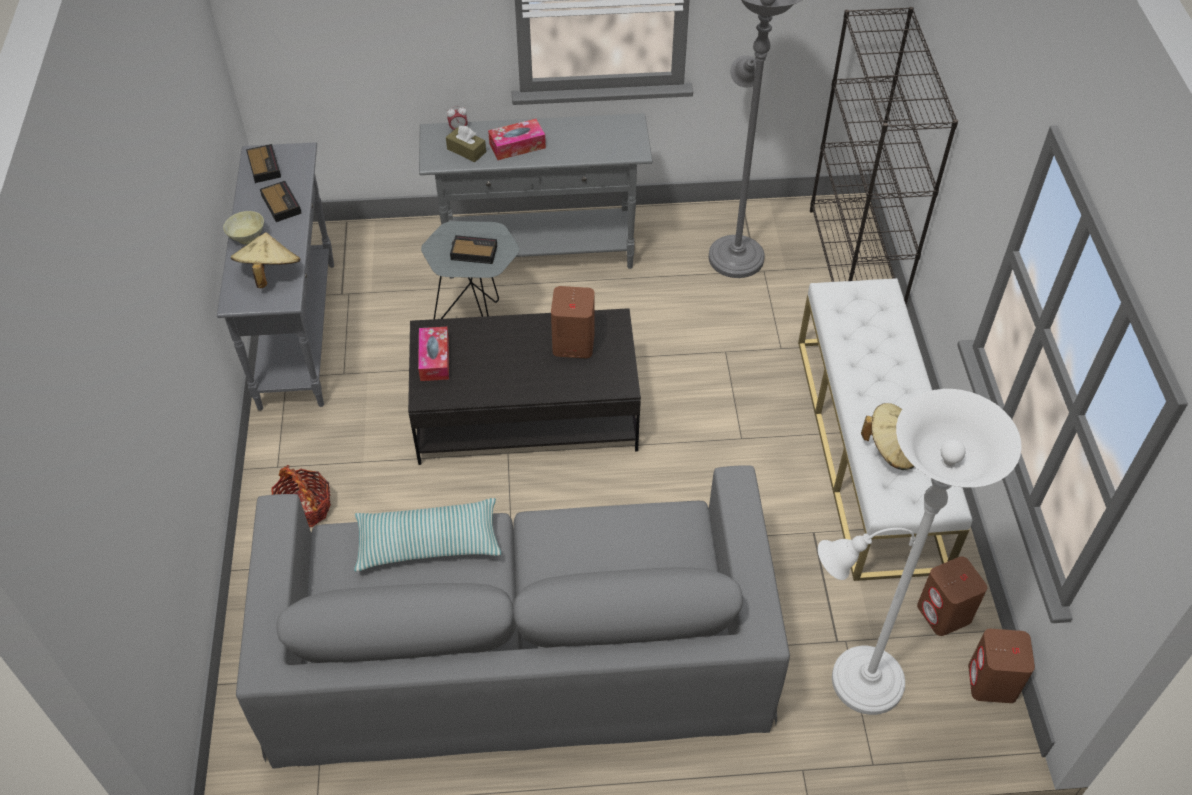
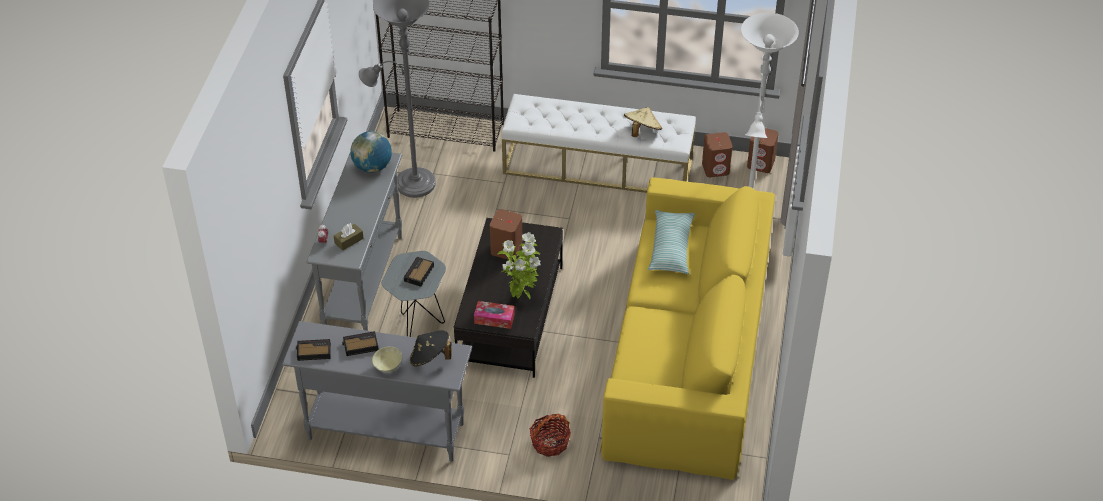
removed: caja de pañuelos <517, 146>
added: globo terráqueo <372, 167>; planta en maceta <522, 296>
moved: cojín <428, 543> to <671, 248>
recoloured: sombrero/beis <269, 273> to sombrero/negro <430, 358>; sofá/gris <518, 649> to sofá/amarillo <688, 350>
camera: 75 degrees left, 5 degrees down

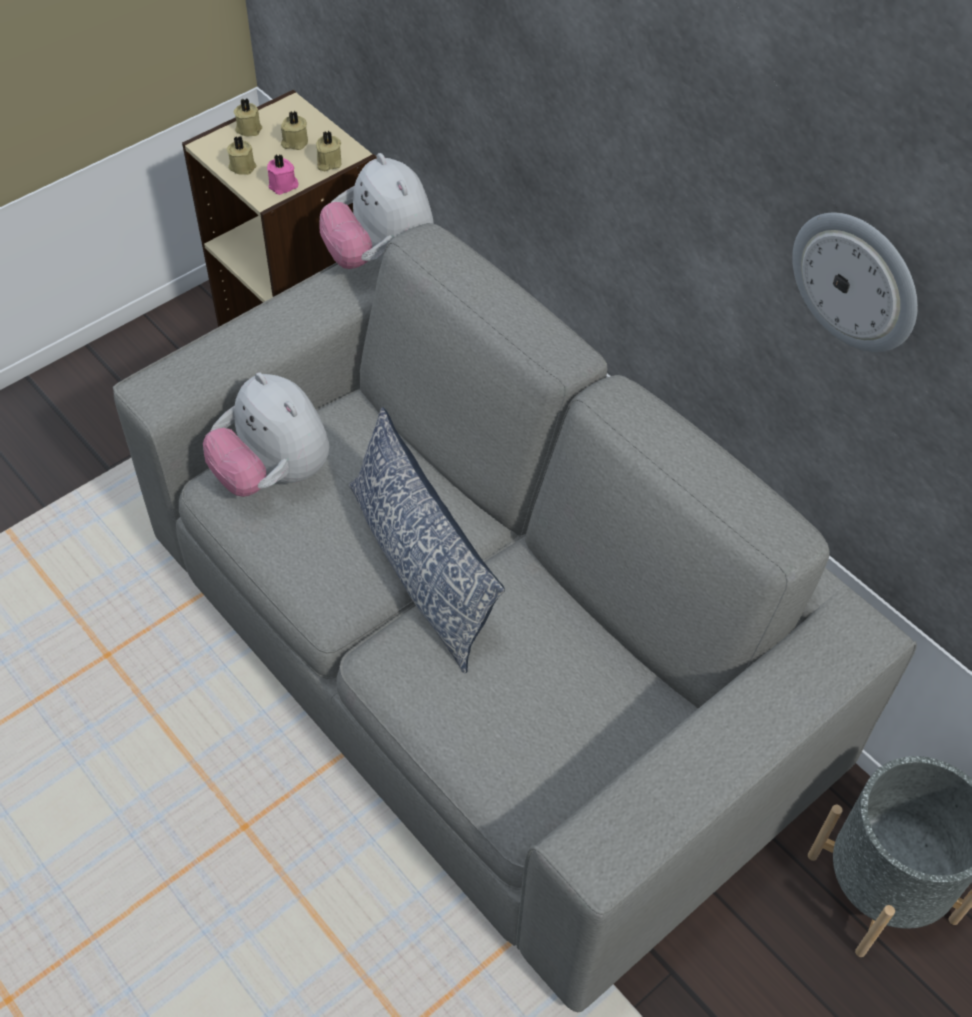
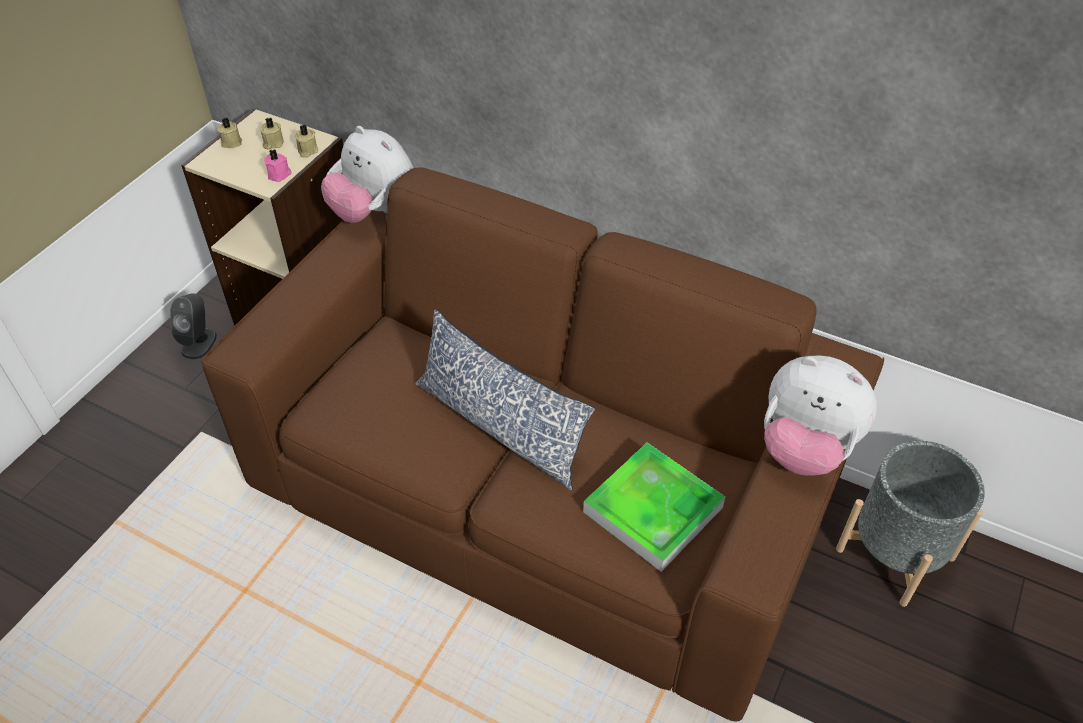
removed: vela/beis <242, 166>; reloj de pared <856, 281>
added: altavoz/gris <199, 343>; bandeja <653, 510>
moved: peluche <273, 474> to <805, 448>
recoloured: sofá/gris <484, 653> to sofá/marrón <543, 489>
camera: 20 degrees left, 5 degrees down

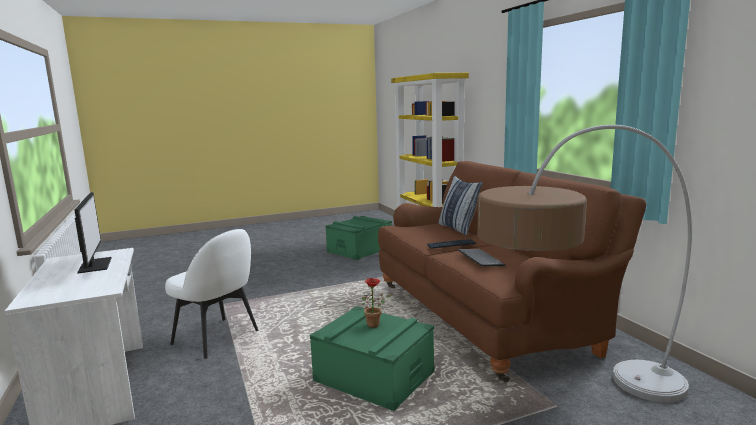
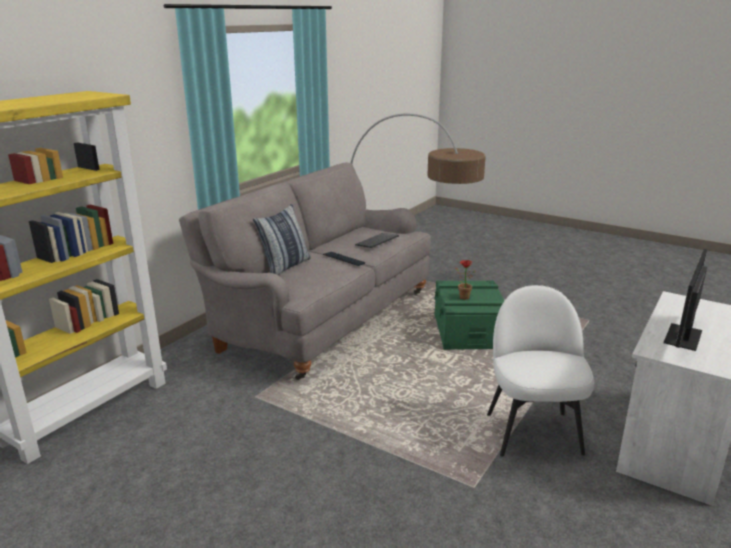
removed: caja de almacenaje/verde <359, 249>
recoloured: sofá/marrón <486, 315> to sofá/gris <321, 318>
camera: 125 degrees left, 10 degrees up

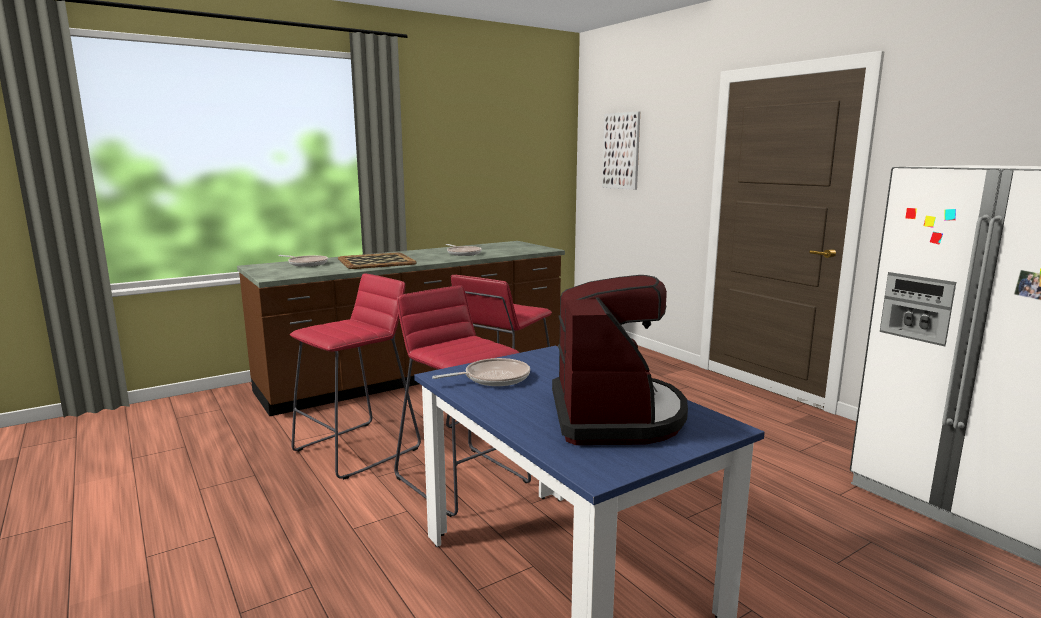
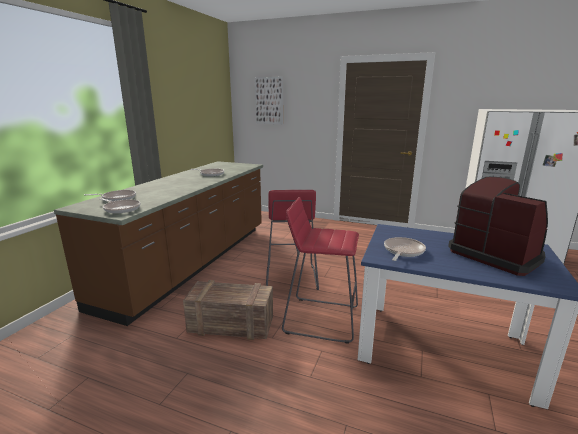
removed: bandeja <377, 261>
added: sartén <121, 208>
replaced: taburete/rojo <358, 449> to caja de embalaje <232, 325>
camera: 35 degrees left, 5 degrees up

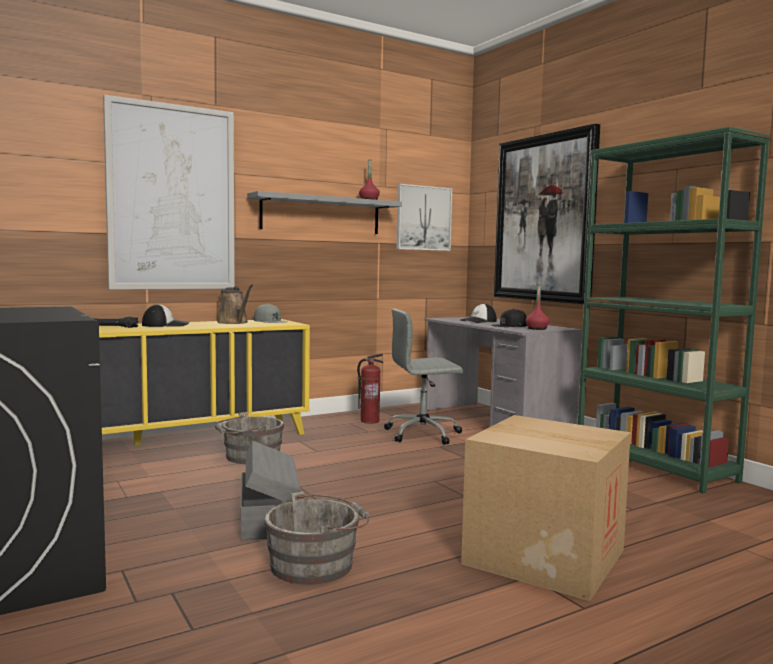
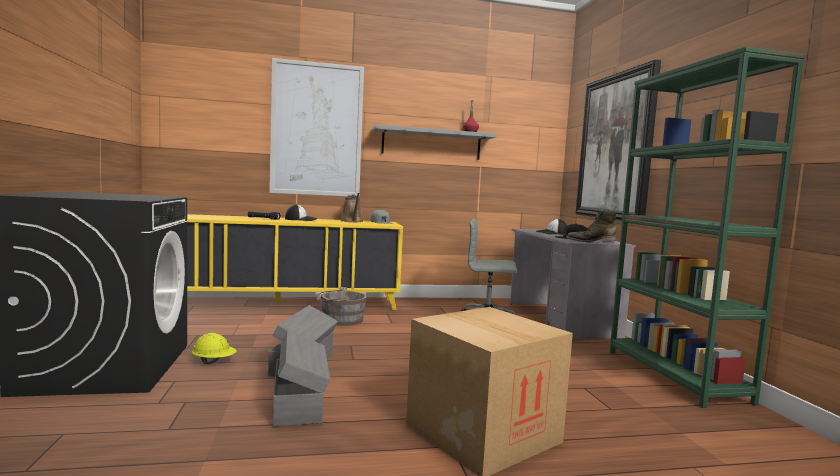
removed: extintor <370, 421>; cuadro <423, 218>
added: casco/amarillo <214, 362>
replaced: cubo/gris <316, 564> to caja de almacenaje/gris <299, 402>; botella/rojo <537, 328> to bota/verde <590, 241>
camera: 20 degrees right, 0 degrees up

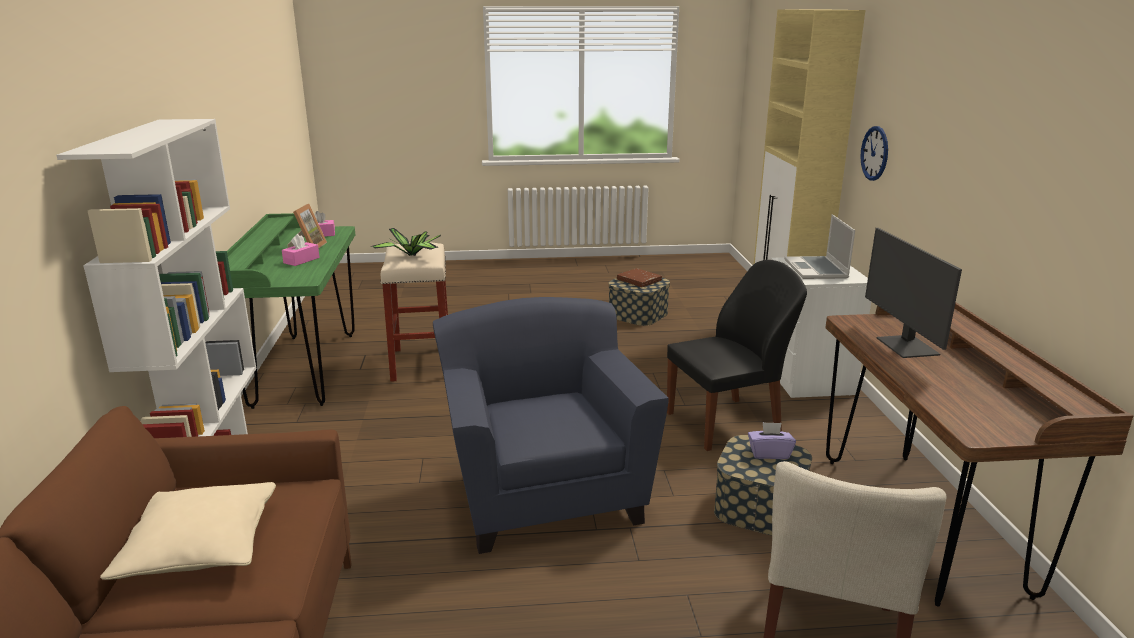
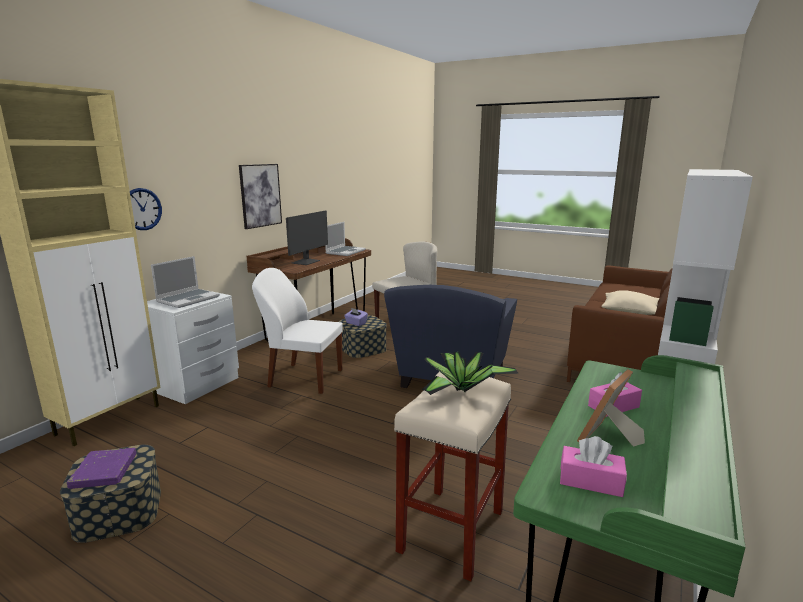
added: cuadro <260, 195>; portátil <345, 252>
recoloured: libro/marrón <639, 280> to libro/morado <104, 471>; silla/negro <725, 424> to silla/blanco <304, 378>
camera: 145 degrees left, 5 degrees down

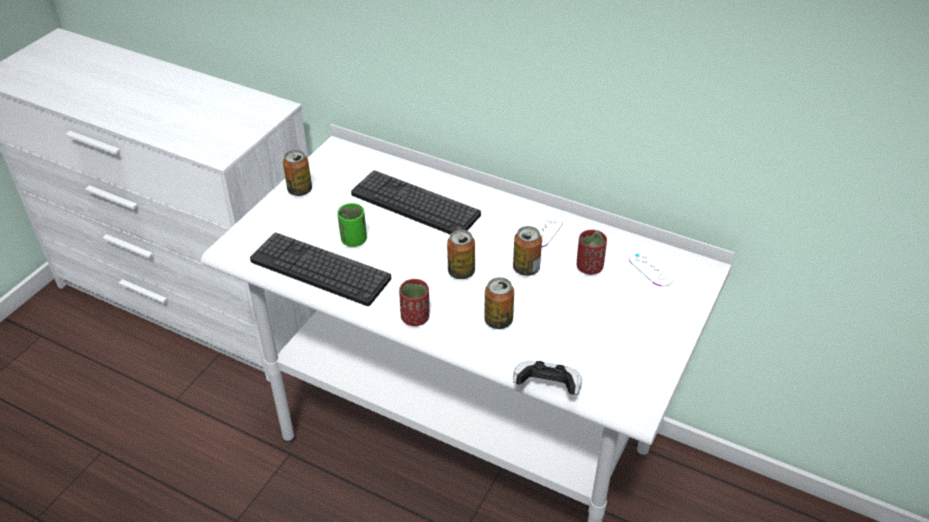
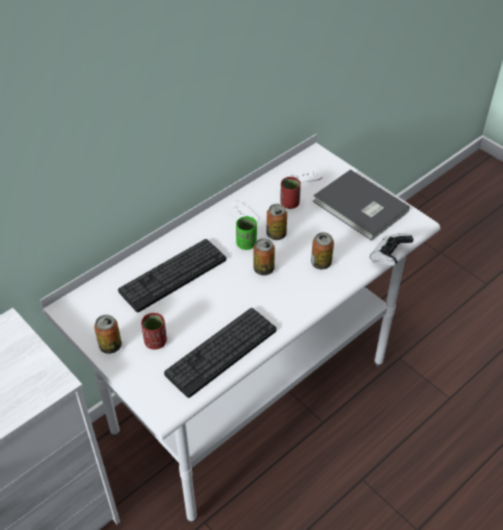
added: libro/gris <359, 208>
moved: taza/rojo <415, 318> to <155, 341>; taza/verde <353, 240> to <246, 244>
camera: 70 degrees left, 5 degrees up

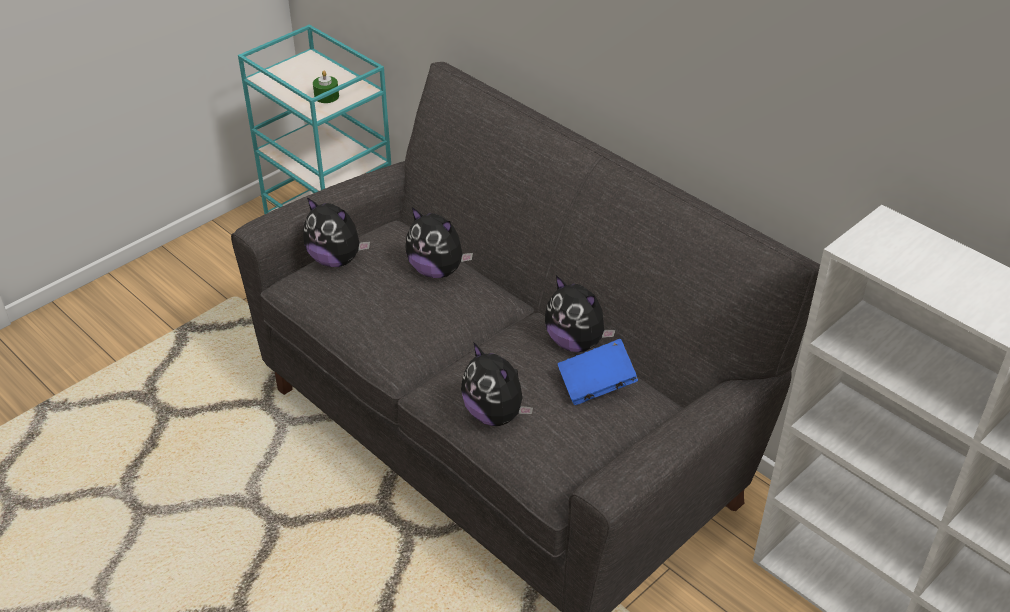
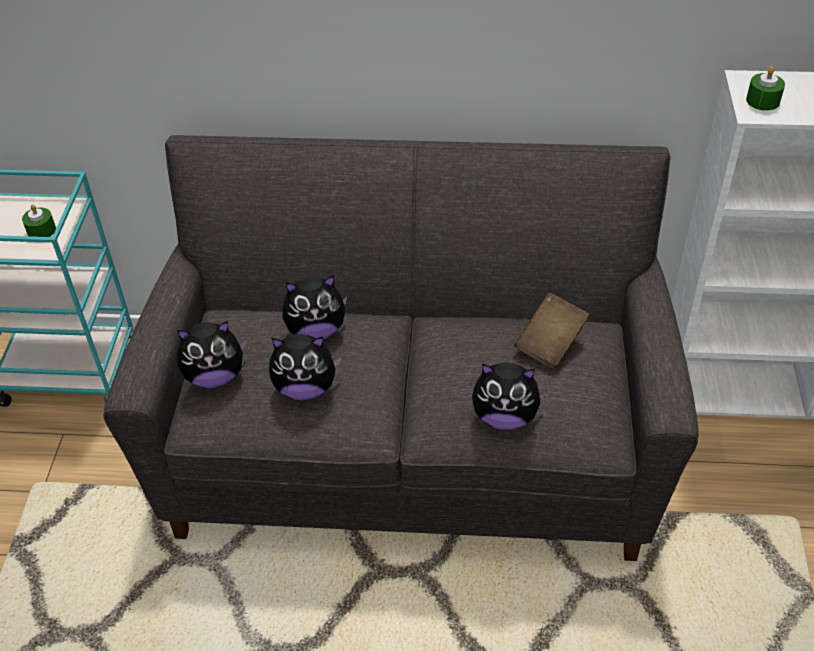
added: vela/verde <763, 100>
moved: peluche <576, 342> to <305, 388>
recoloured: libro/azul <596, 385> to libro/marrón <550, 343>
camera: 40 degrees left, 5 degrees up

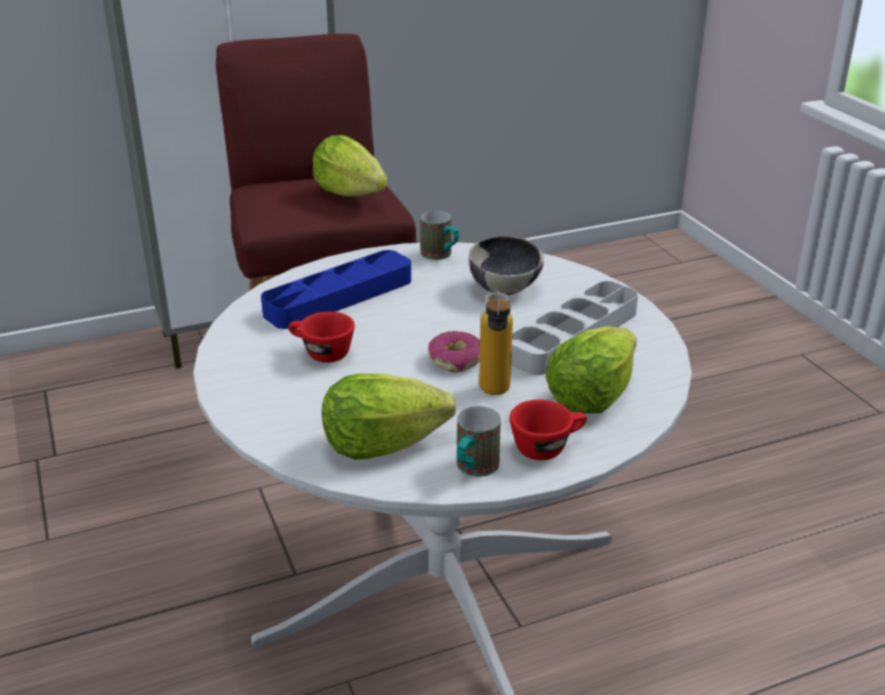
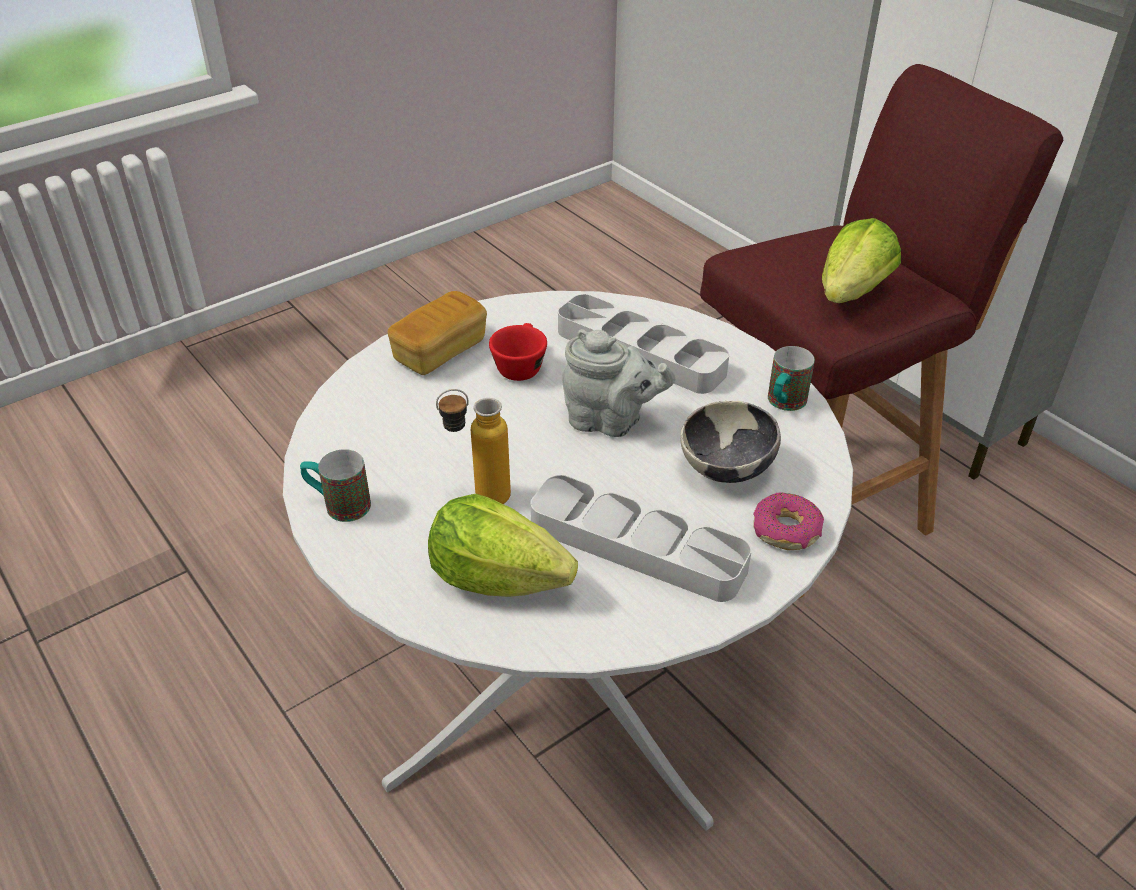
removed: lechuga <381, 445>; taza/rojo <547, 447>
added: pan <440, 351>; tetera/gris <610, 421>
moved: rosquilla <456, 359> to <786, 531>
recoloured: bandeja/azul <339, 297> to bandeja/gris <640, 351>
camera: 75 degrees right, 10 degrees up

